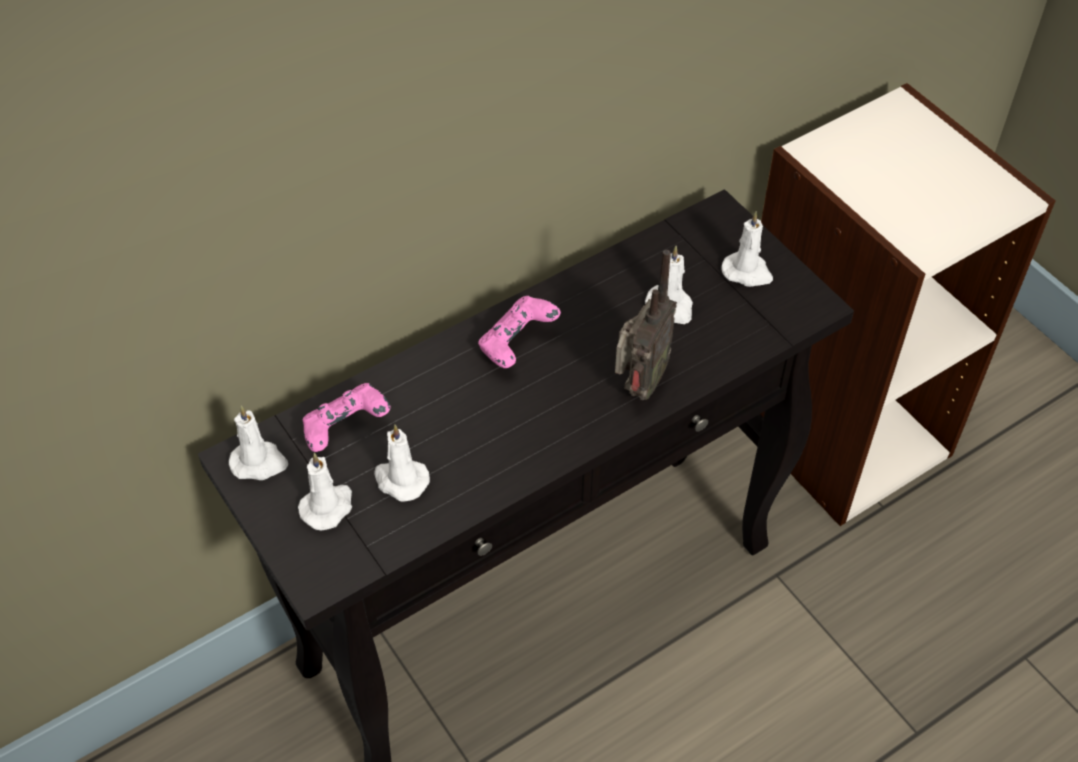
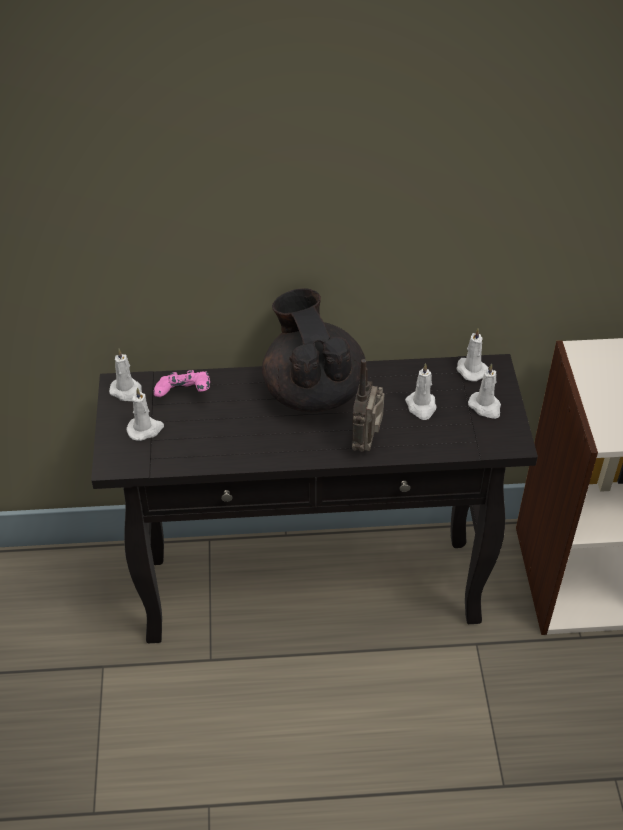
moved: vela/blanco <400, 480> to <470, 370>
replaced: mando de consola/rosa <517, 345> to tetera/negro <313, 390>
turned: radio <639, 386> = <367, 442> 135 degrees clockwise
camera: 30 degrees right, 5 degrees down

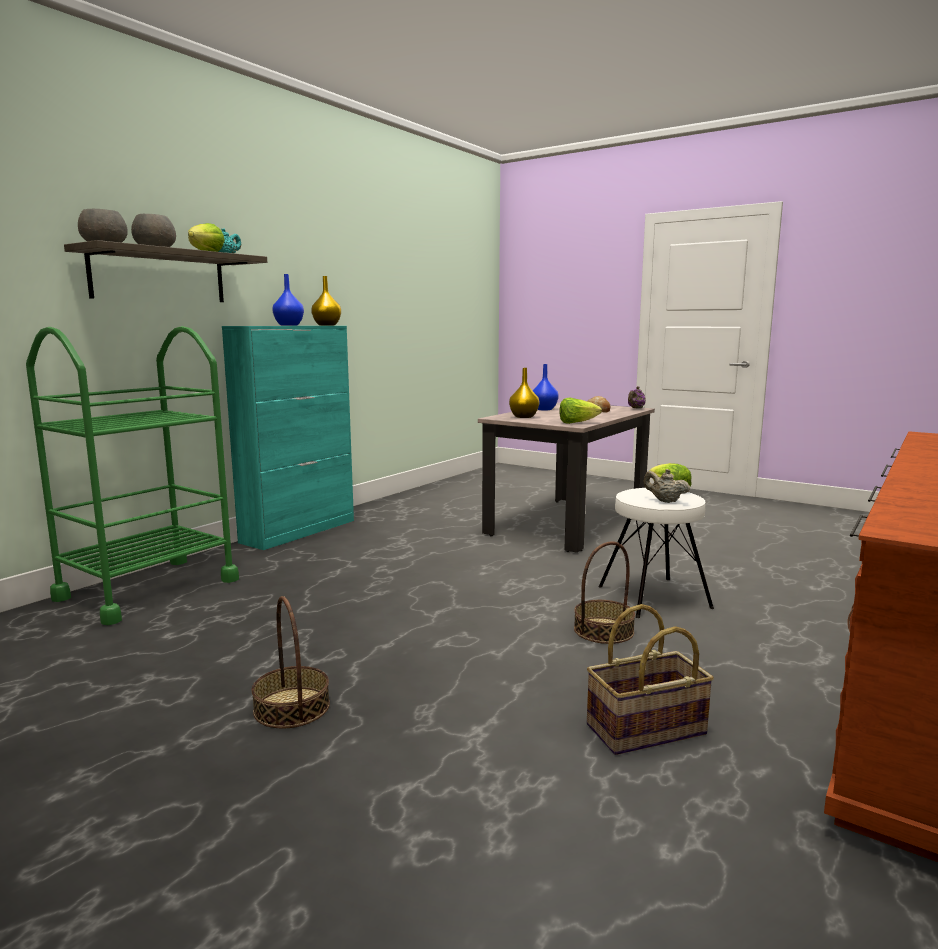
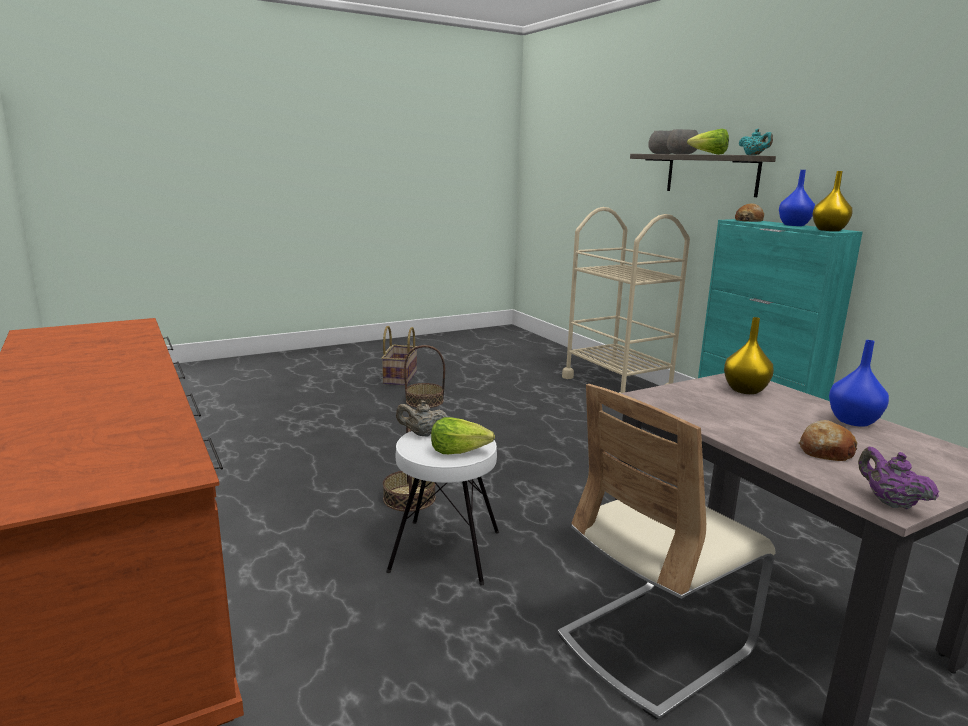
removed: lechuga <577, 423>
added: silla/beis <654, 644>; pan <748, 220>
moved: cesta <646, 730> to <399, 377>
recoloured: carrito/verde <148, 589> to carrito/beis <617, 385>
turned: tetera/beis <665, 501> = <422, 434> 150 degrees counterclockwise
camera: 115 degrees right, 5 degrees up

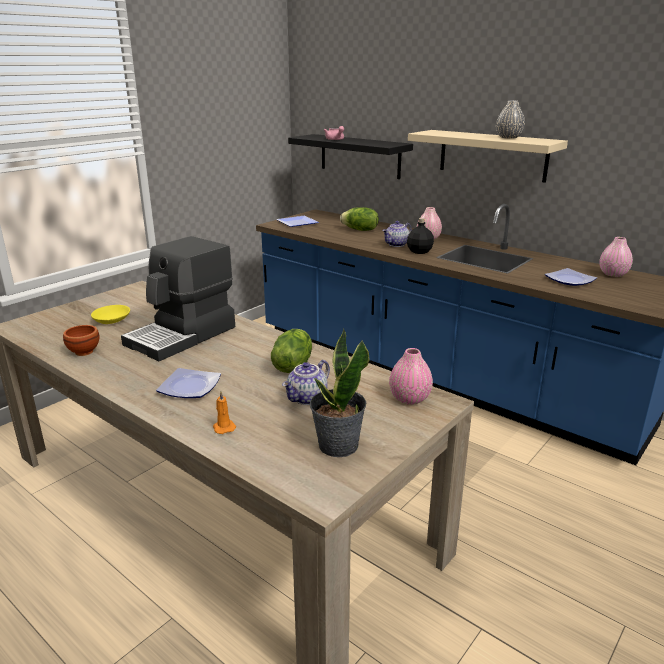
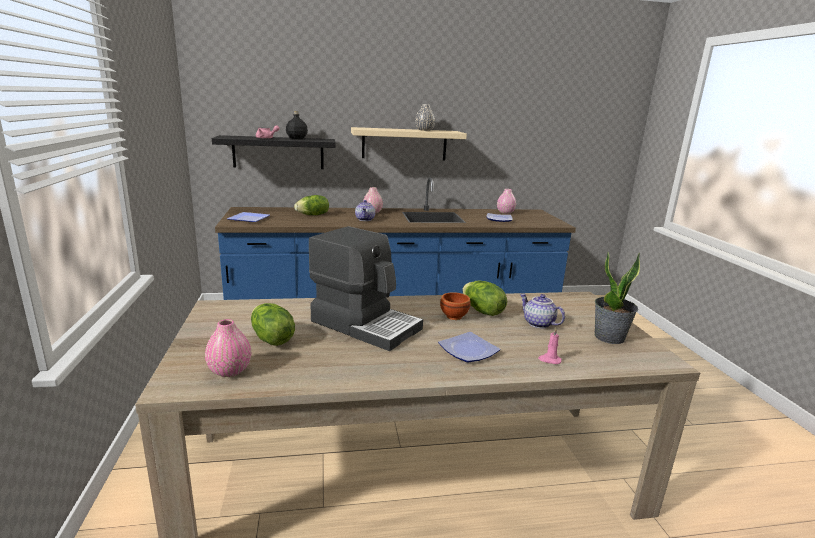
moved: florero/rosa <409, 398> to <230, 370>; botella/negro <419, 251> to <296, 138>; cuenco/marrón <84, 351> to <453, 316>
replaced: cuenco/amarillo <111, 321> to lechuga <271, 339>
recoloured: vela/naranja <223, 427> to vela/rosa <549, 360>
turned: cafetera <183, 336> = <366, 324> 45 degrees counterclockwise; tetera <307, 398> = <538, 323> 150 degrees clockwise
camera: 50 degrees left, 5 degrees down

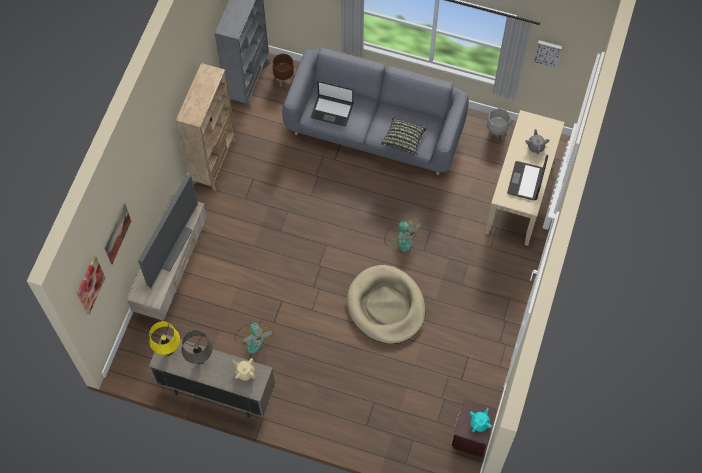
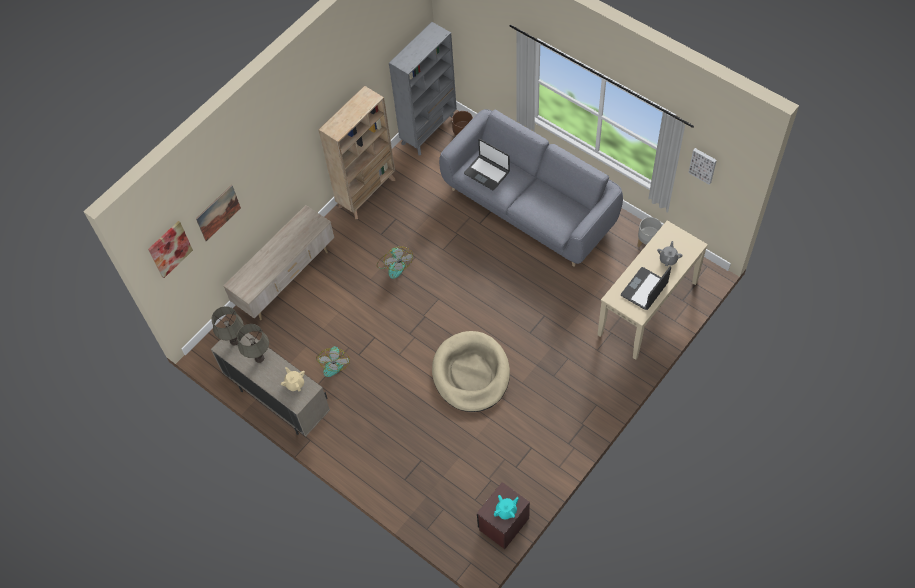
removed: televisor <170, 245>; cojín <403, 140>
moved: ventilador <401, 237> to <394, 265>
recoloured: lámpara de mesa/amarillo <168, 351> to lámpara de mesa/gris <234, 341>
camera: 25 degrees right, 5 degrees down

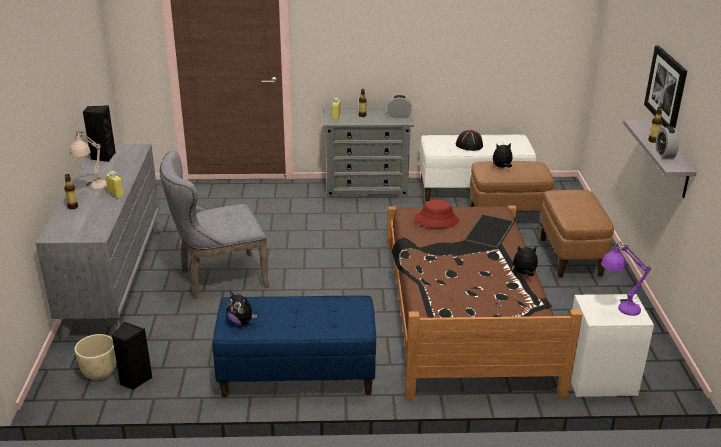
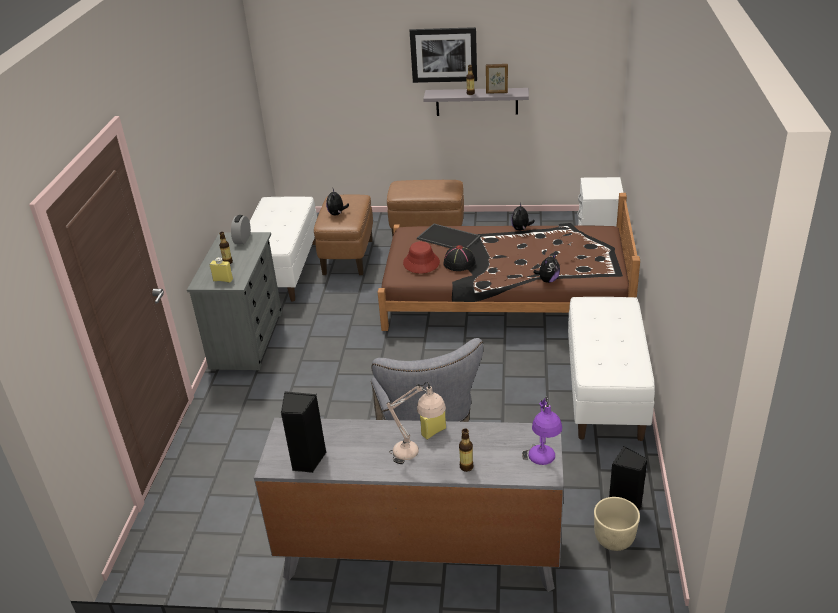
moved: sombrero/negro <469, 145> to <459, 263>; lámpara de mesa/morado <617, 309> to <542, 466>; peluche <241, 322> to <548, 280>
replaced: despertador <664, 154> to portarretratos <496, 93>
recoloured: banco/azul <296, 375> to banco/blanco <606, 392>
camera: 80 degrees left, 5 degrees up

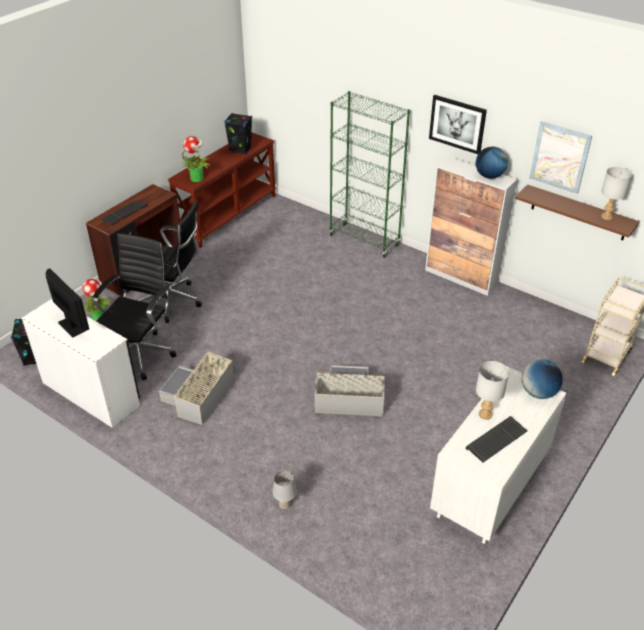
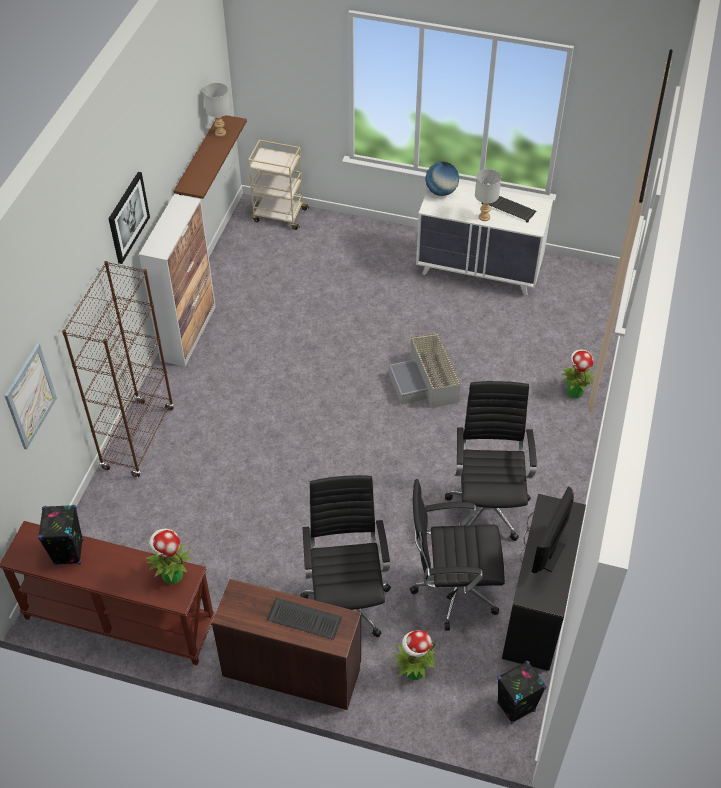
removed: globo terráqueo <489, 176>
moved: cuadro <559, 157> to <30, 396>
replaced: caja de almacenaje/gris <198, 396> to silla de oficina/negro <487, 505>; lámpara de mesa/gris <285, 505> to planta en maceta <574, 391>
recoloured: estantería/verde <364, 240> to estantería/marrón <138, 438>; escritorio/blanco <92, 393> to escritorio/negro <535, 609>
camera: 110 degrees left, 10 degrees up

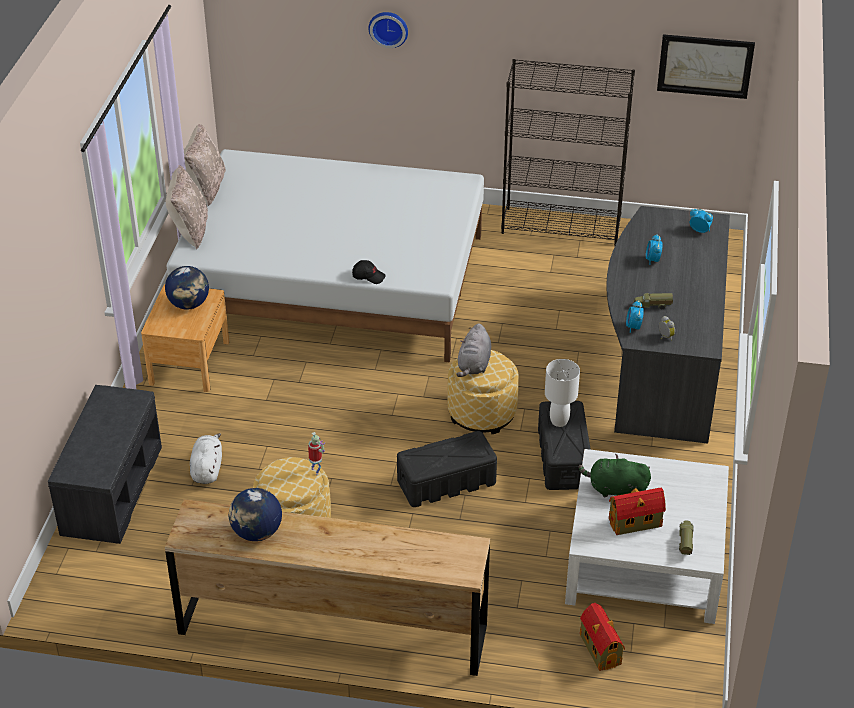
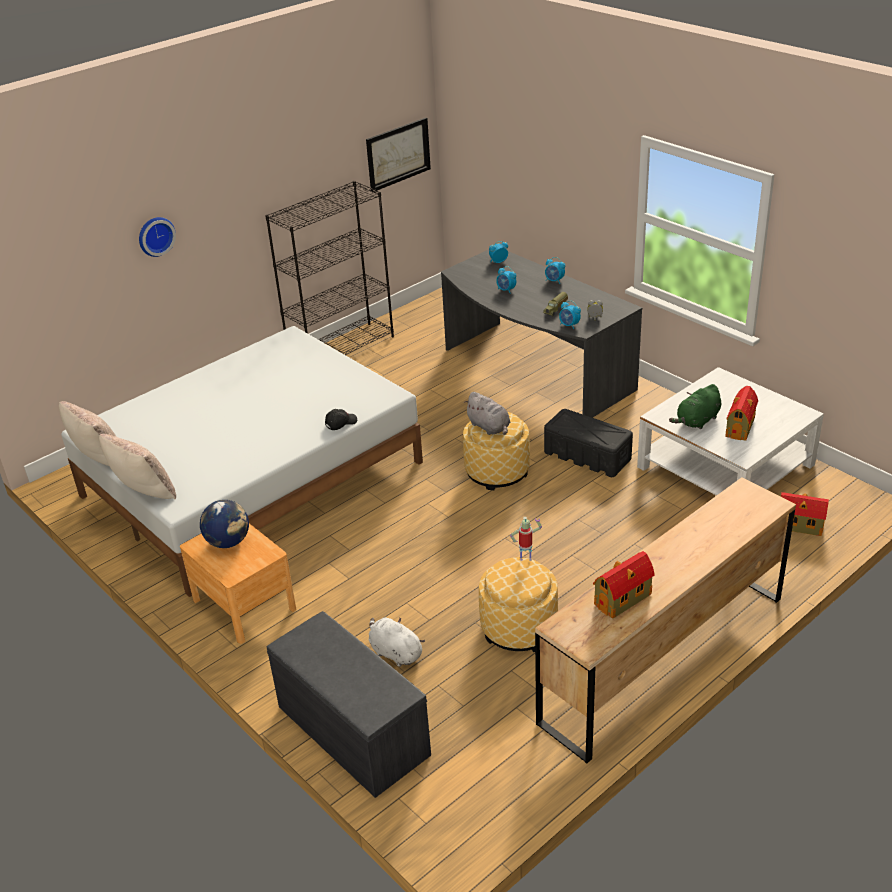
removed: caja de almacenaje/negro <445, 482>; lámpara de mesa/blanco <559, 421>; camión de juguete <685, 542>
added: despertador <554, 281>
replaced: globo terráqueo <256, 533> to casita <624, 599>
camera: 50 degrees left, 5 degrees down

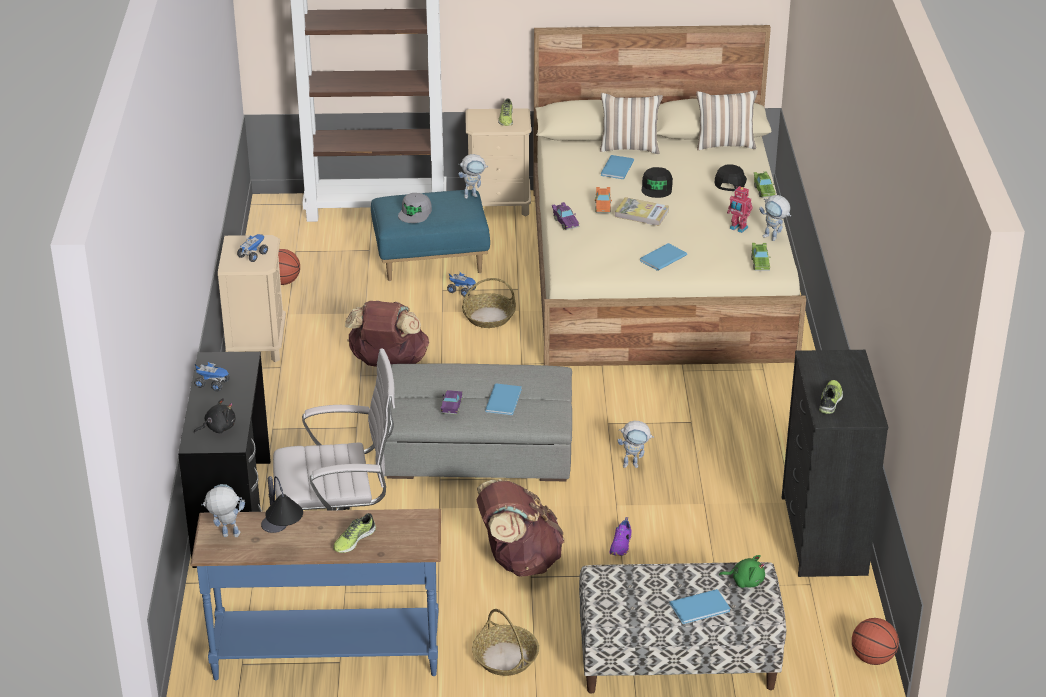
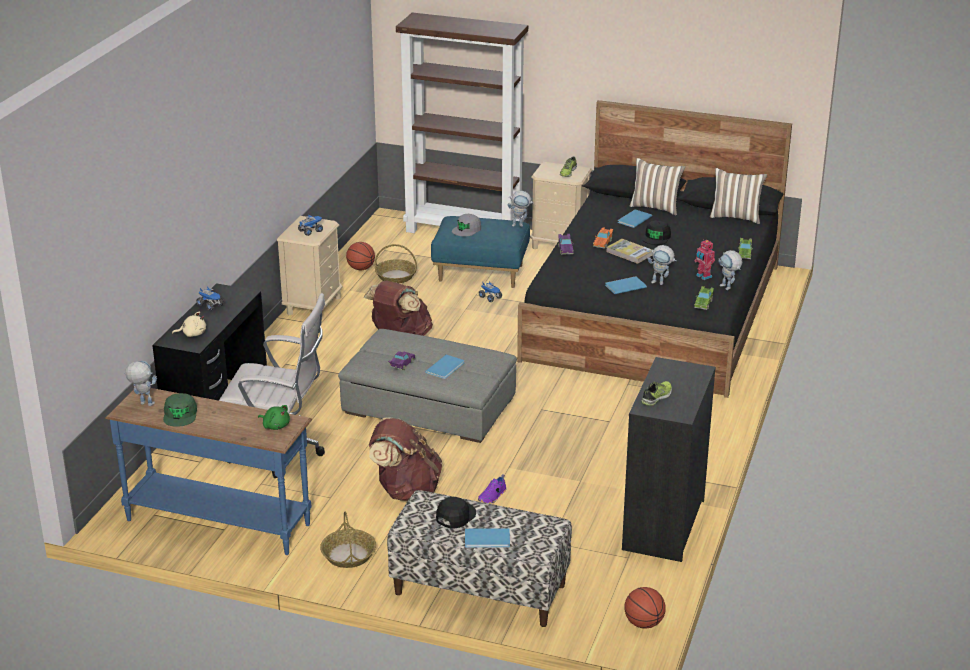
removed: zapato <353, 540>
moved: peluche/verde <745, 581> to <275, 426>; cesta <489, 317> to <396, 276>; gorra/negro <730, 181> to <455, 516>; robot de juguete <634, 464> to <661, 283>
replaced: lámpara de mesa <282, 540> to gorra/verde <180, 414>
recoloured: peluche/negro <218, 428> to peluche/beis <192, 334>; cama/beis <658, 272> to cama/negro <655, 311>
camera: 20 degrees right, 5 degrees down

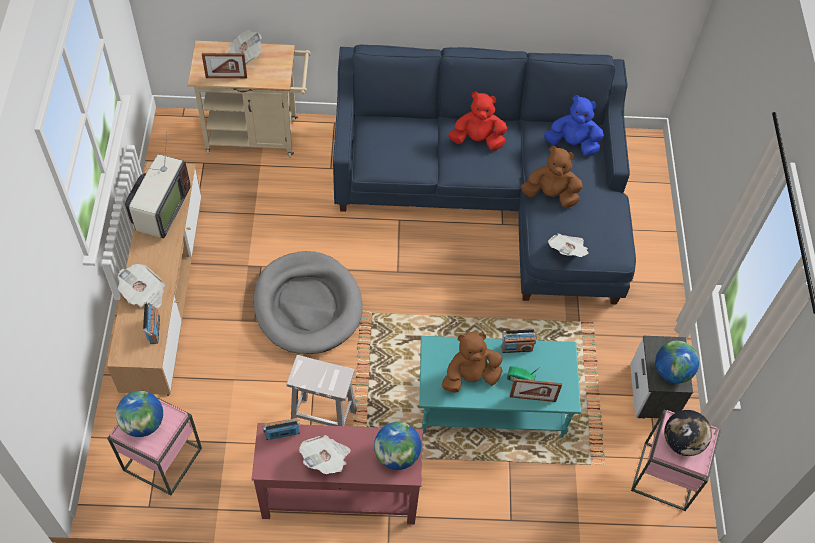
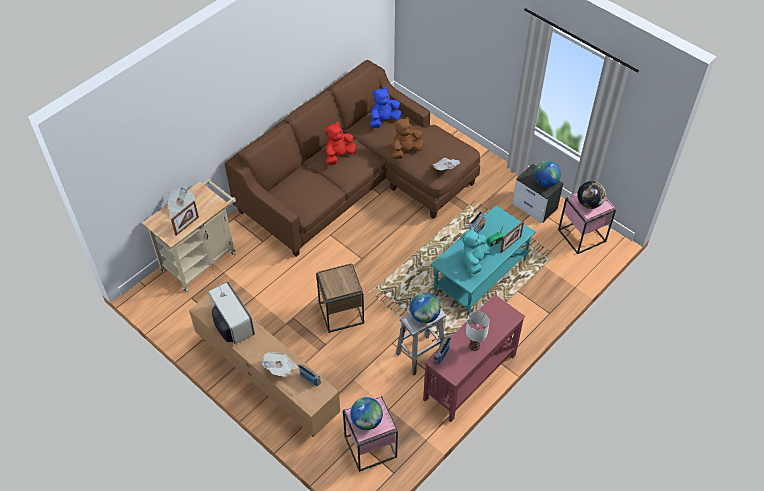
moved: globo terráqueo <397, 455> to <424, 316>
replaced: cama para perro/gris <307, 305> to mesa auxiliar/marrón <341, 313>; periódico <326, 459> to lámpara de mesa/blanco <474, 345>
recoloured: sofá/azul <492, 191> to sofá/marrón <355, 183>; peluche/marrón <470, 376> to peluche/turquesa <474, 260>
camera: 45 degrees left, 5 degrees down

